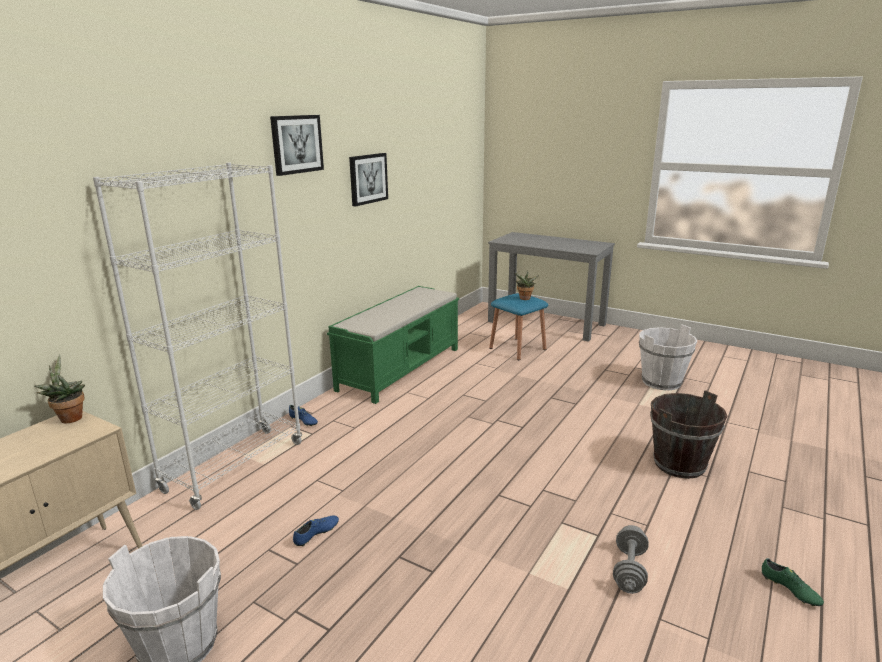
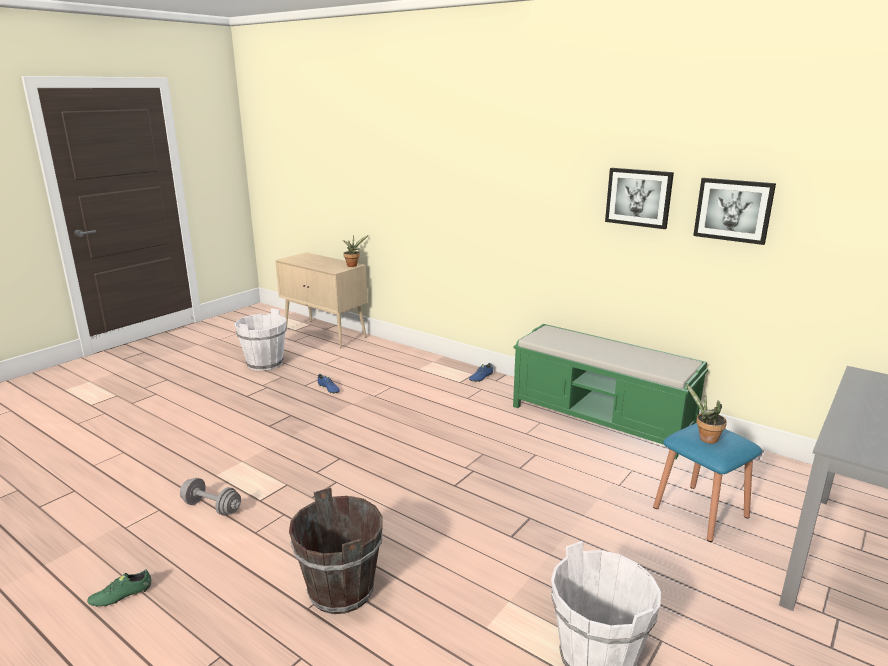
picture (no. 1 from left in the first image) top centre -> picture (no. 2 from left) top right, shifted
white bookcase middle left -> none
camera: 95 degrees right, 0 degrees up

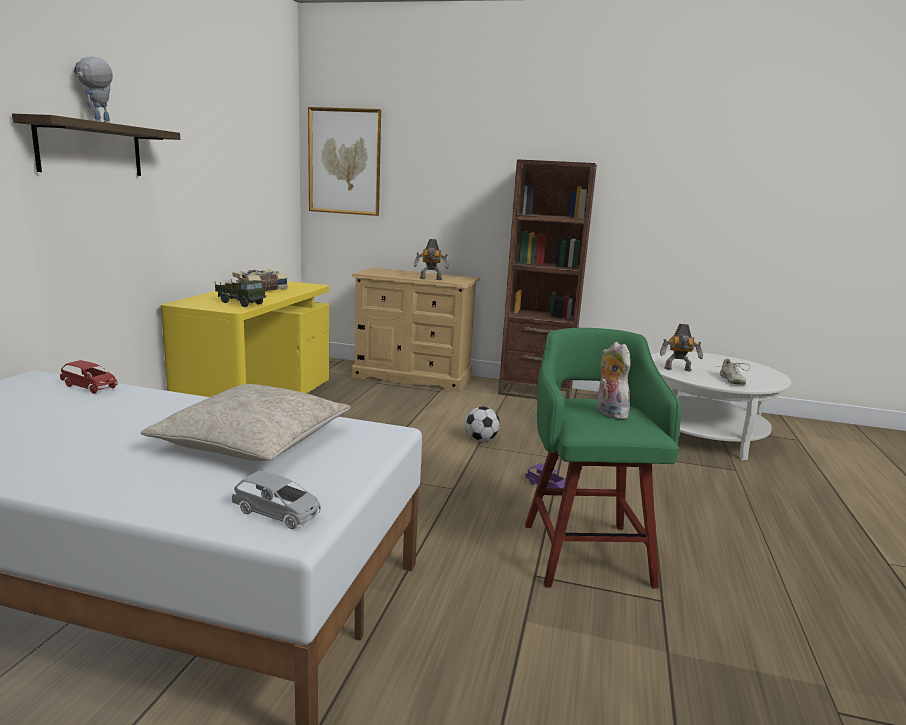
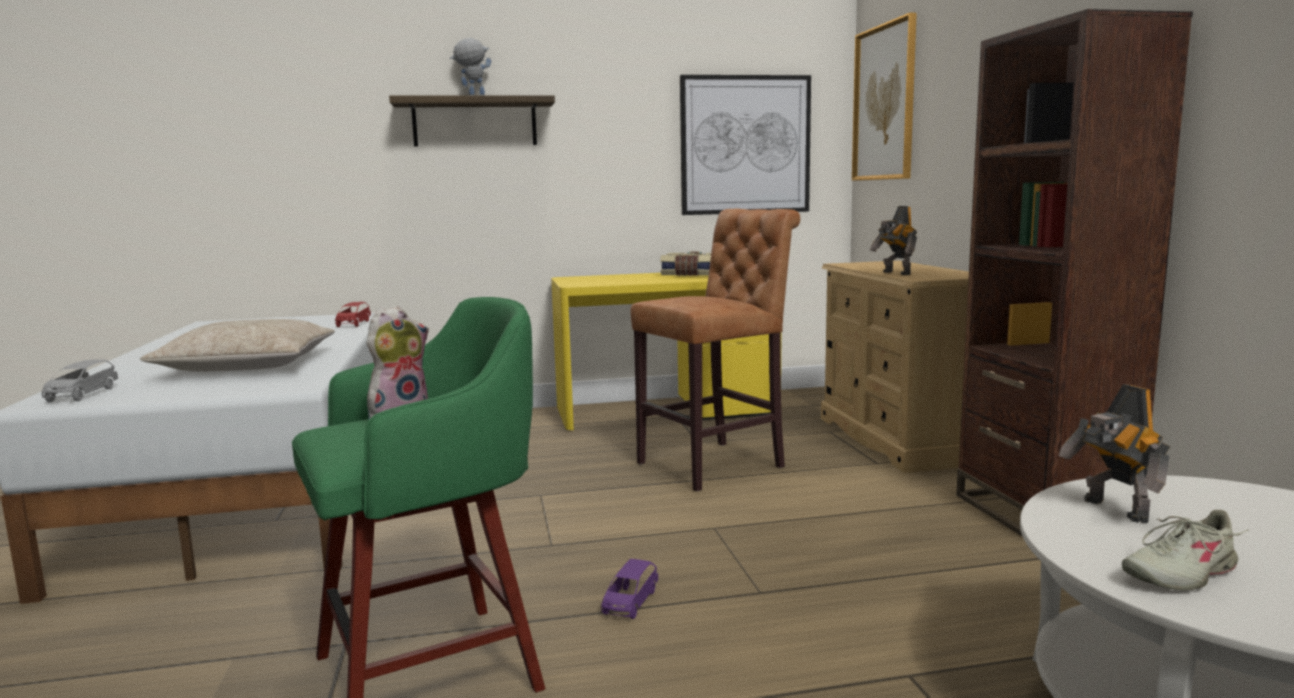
toy truck middle left -> none
football centre -> none
none -> picture (no. 1 from left) top centre
none -> brown stool centre
camera: 65 degrees right, 5 degrees down

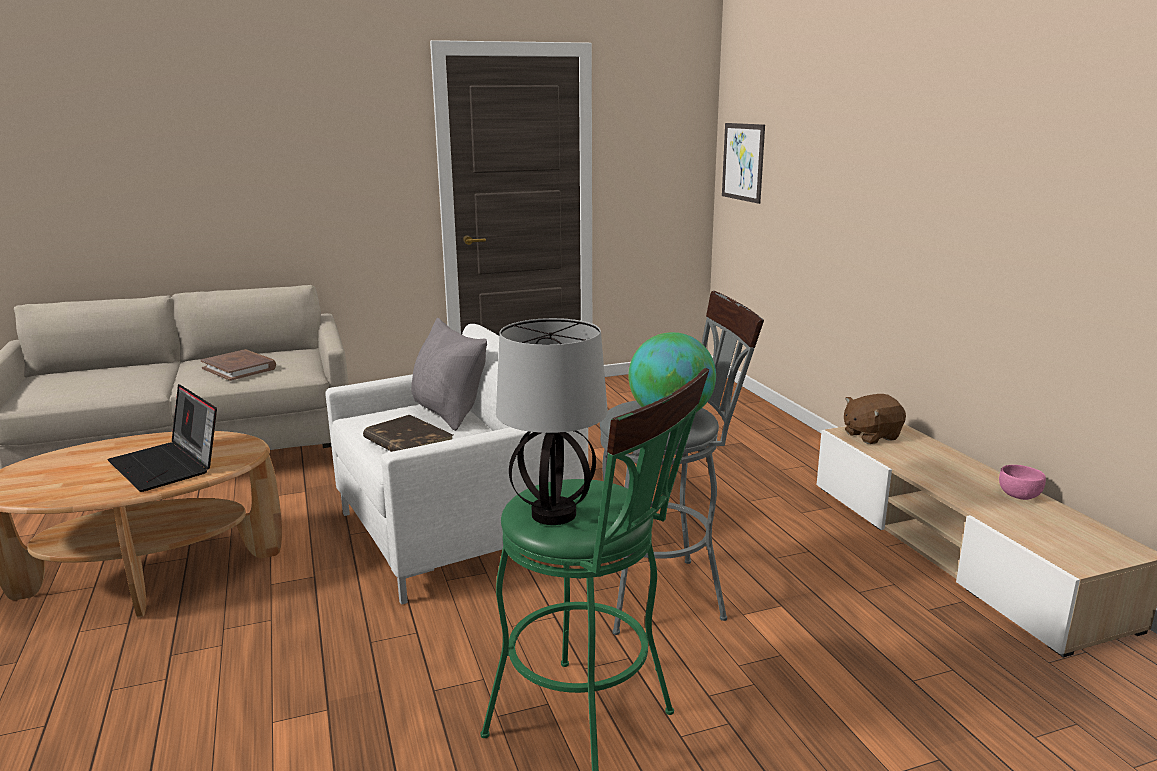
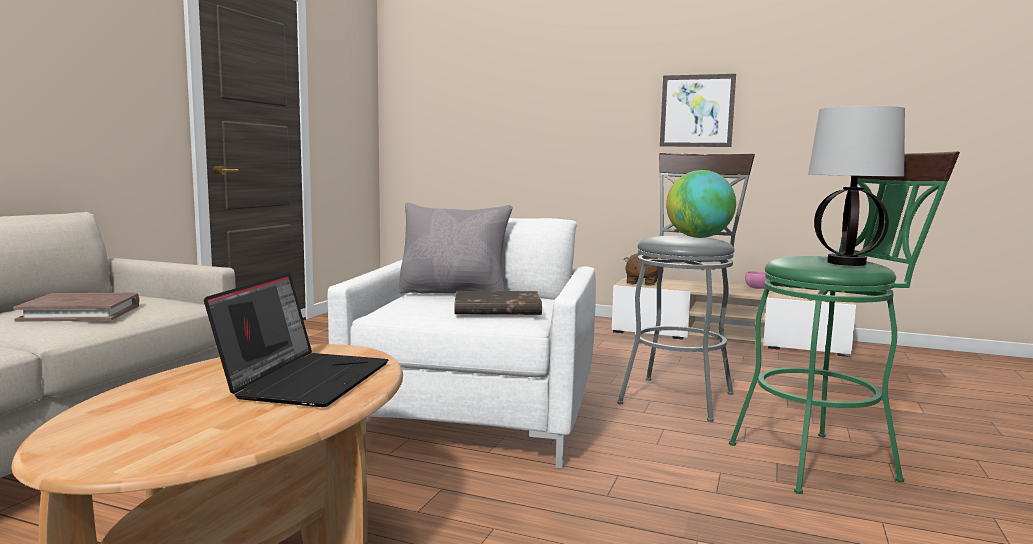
picture top centre -> picture top right, shifted
laptop middle left, 75 degrees counterclockwise
camera: 50 degrees left, 10 degrees down

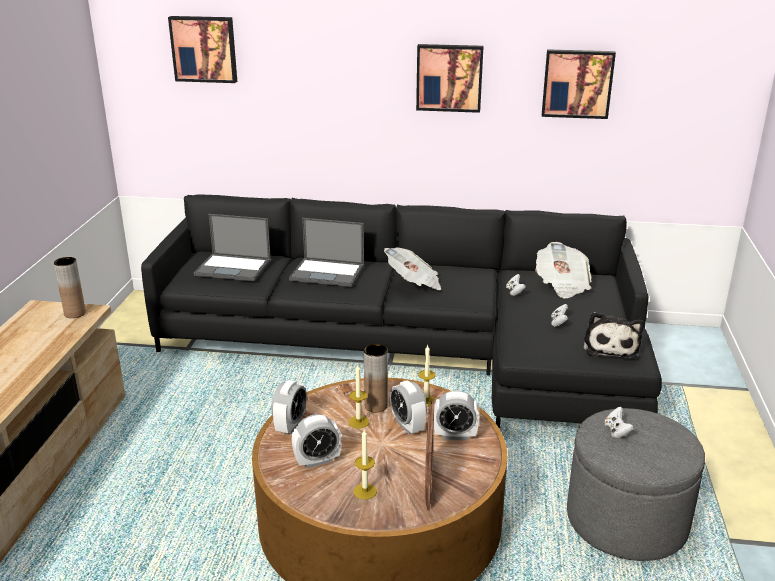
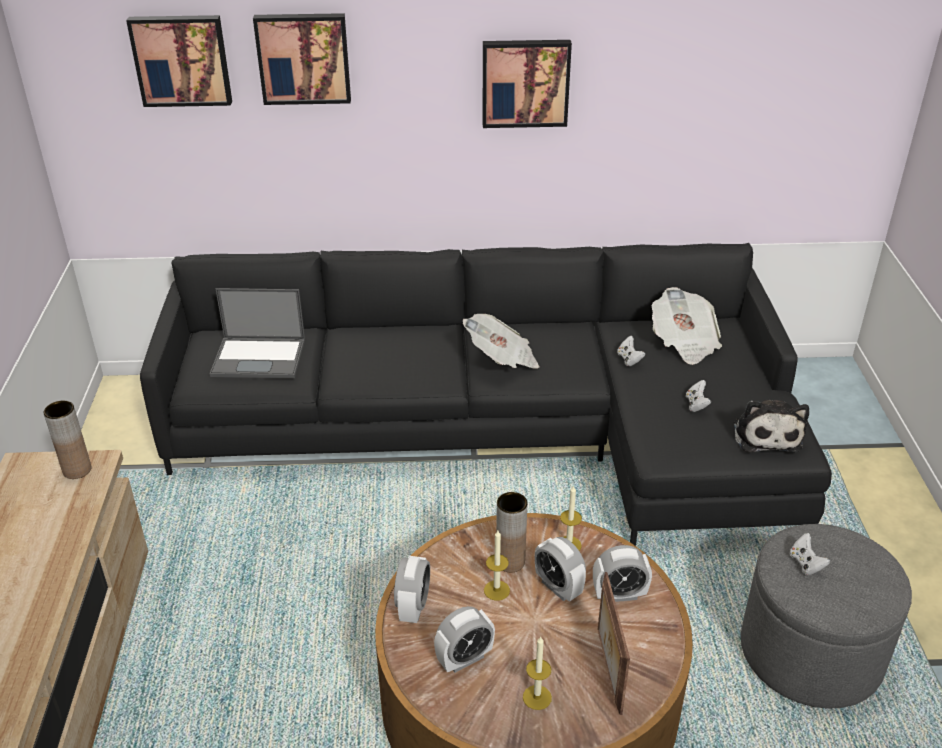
picture (no. 3 from left in the first image) top right -> picture (no. 2 from left) top left, shifted
laptop (no. 2 from left) centre -> none
camera: 10 degrees left, 10 degrees up

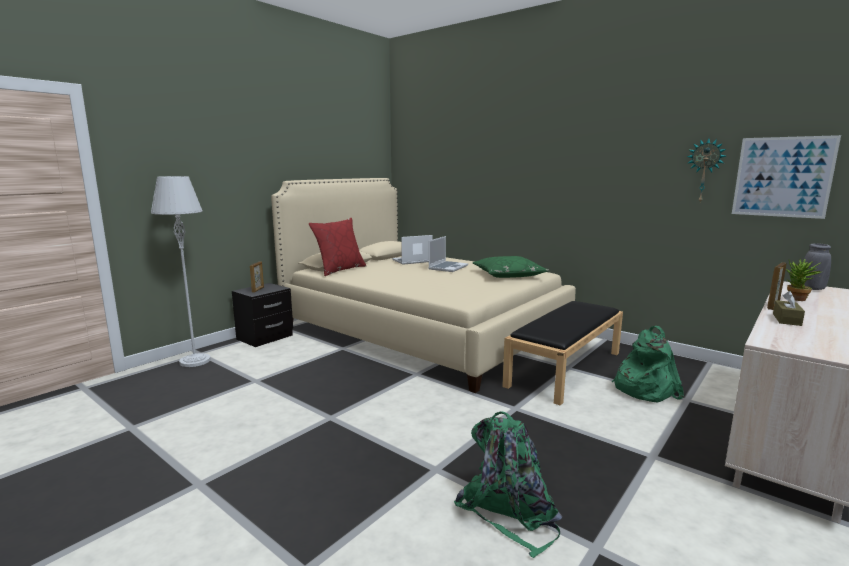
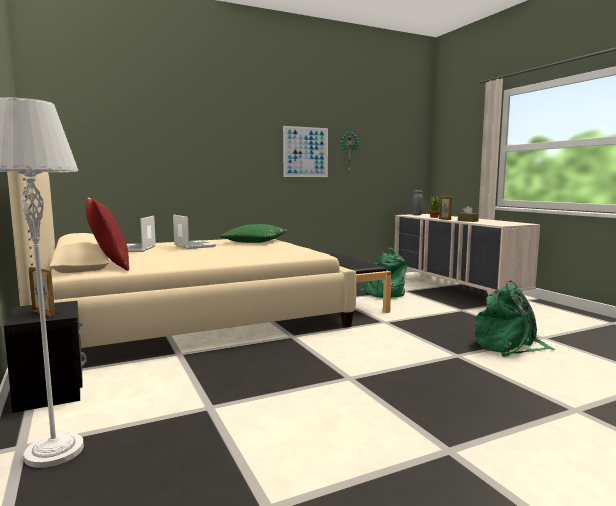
picture top right -> picture top centre, shifted
camera: 65 degrees left, 5 degrees down

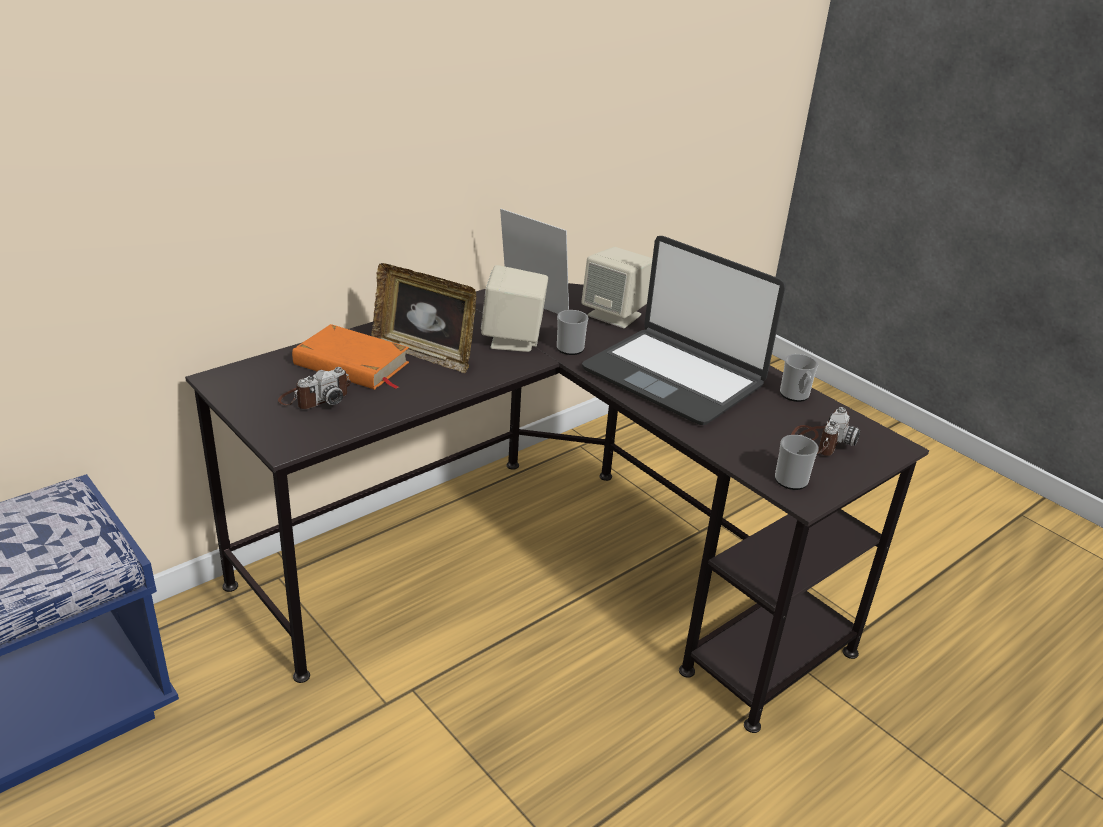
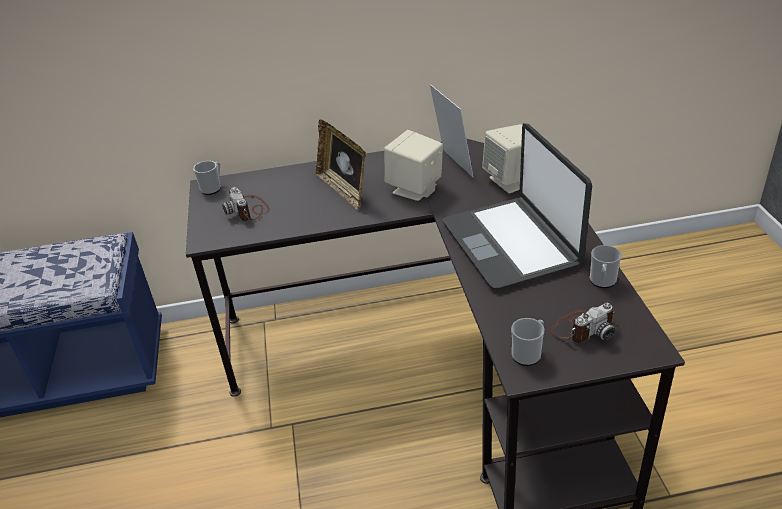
mug (no. 1 from left) centre -> mug (no. 1 from left) middle left, shifted
orange book middle left -> none
photo camera (no. 1 from left) middle left, 75 degrees clockwise
camera: 35 degrees right, 5 degrees up

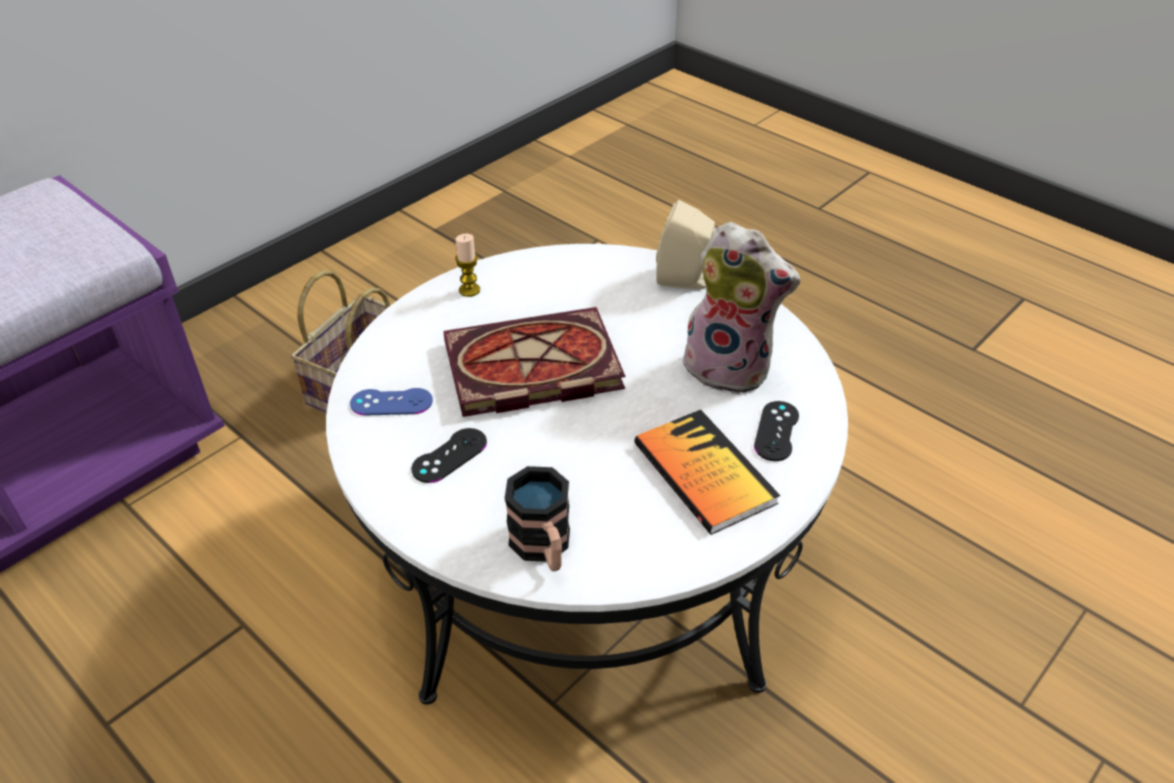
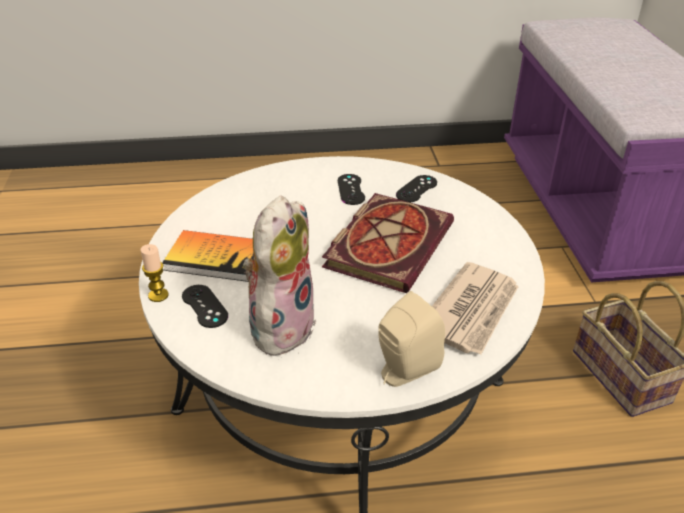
plush toy centre, 135 degrees clockwise
candle centre -> candle middle left, shifted
blue game controller middle left -> black game controller (no. 3 from left) centre
mug centre -> none
none -> newspaper middle right
camera: 130 degrees right, 5 degrees down

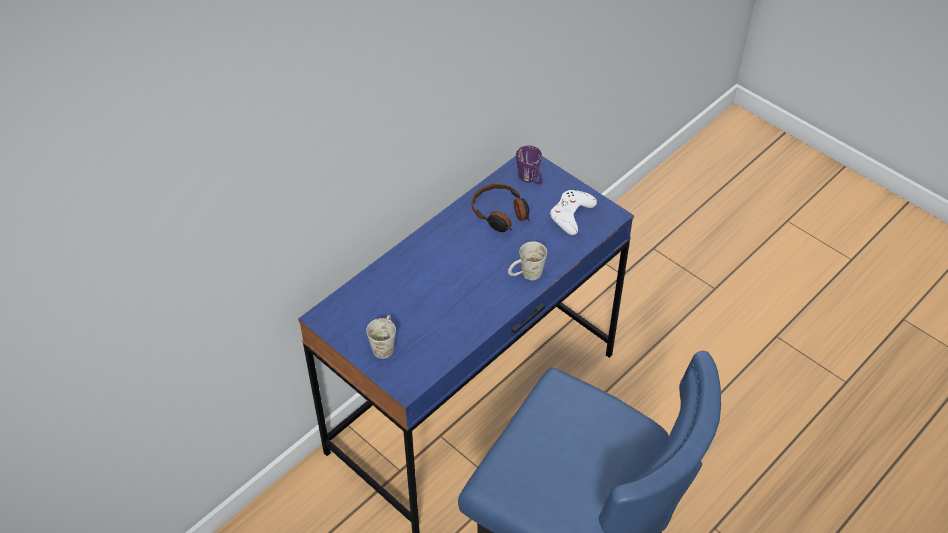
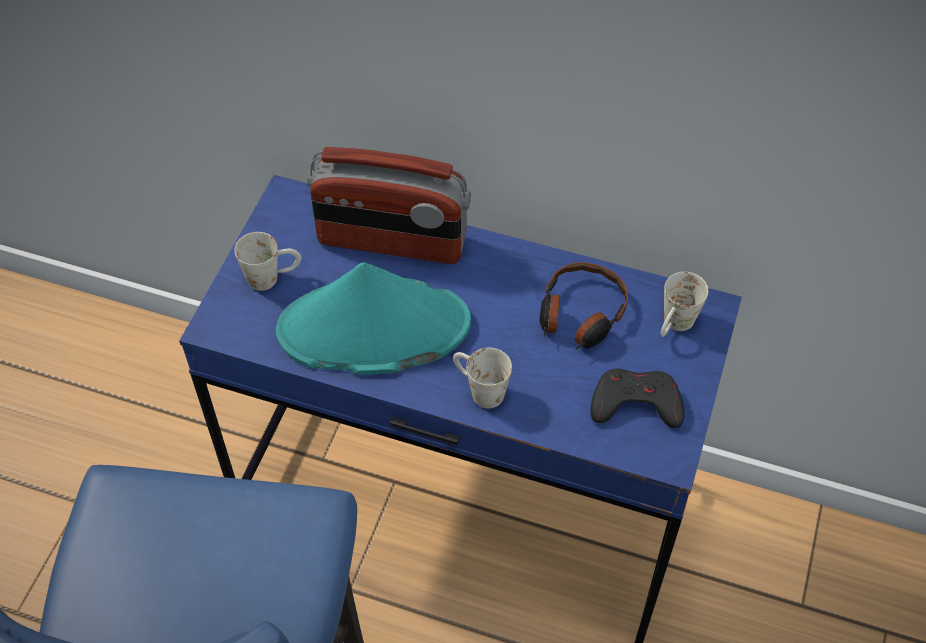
purple mug top centre -> white mug (no. 3 from left) middle right
white game controller centre -> black game controller middle right
none -> radio top centre
none -> turquoise hat centre
camera: 65 degrees right, 5 degrees up

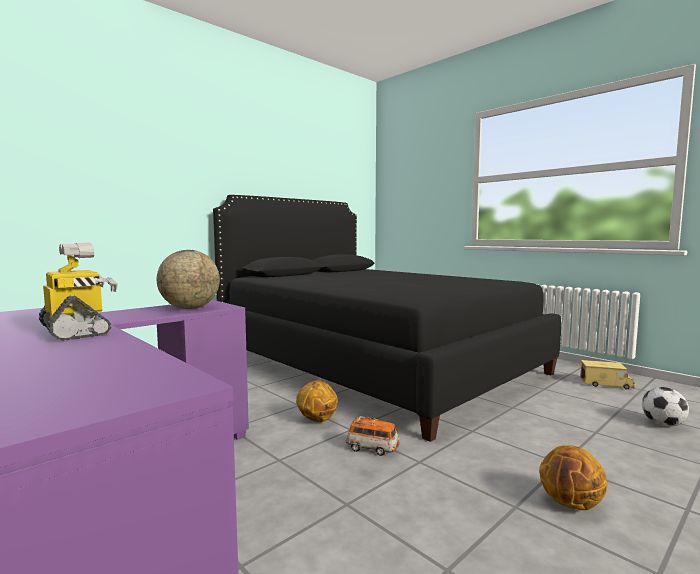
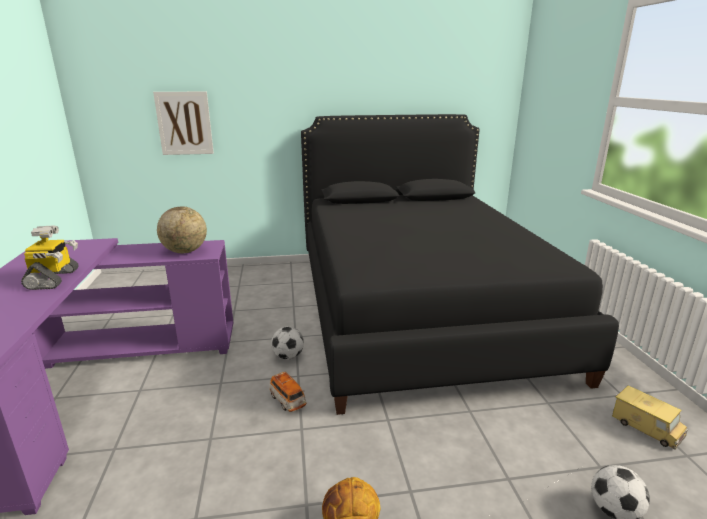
basketball (no. 1 from left) bottom centre -> football (no. 1 from left) centre
none -> picture top left
camera: 35 degrees right, 15 degrees up

